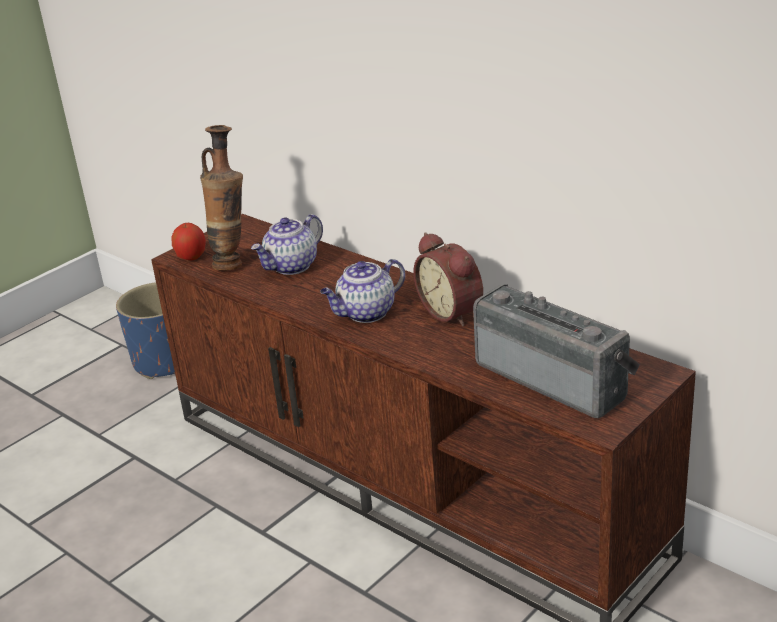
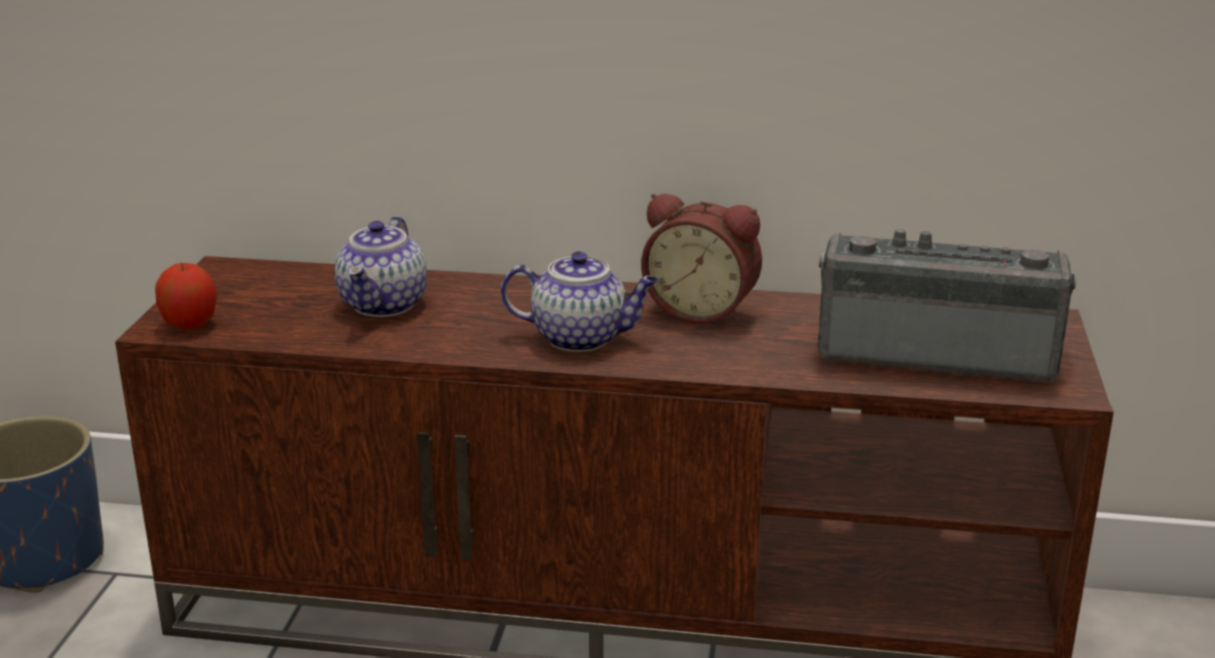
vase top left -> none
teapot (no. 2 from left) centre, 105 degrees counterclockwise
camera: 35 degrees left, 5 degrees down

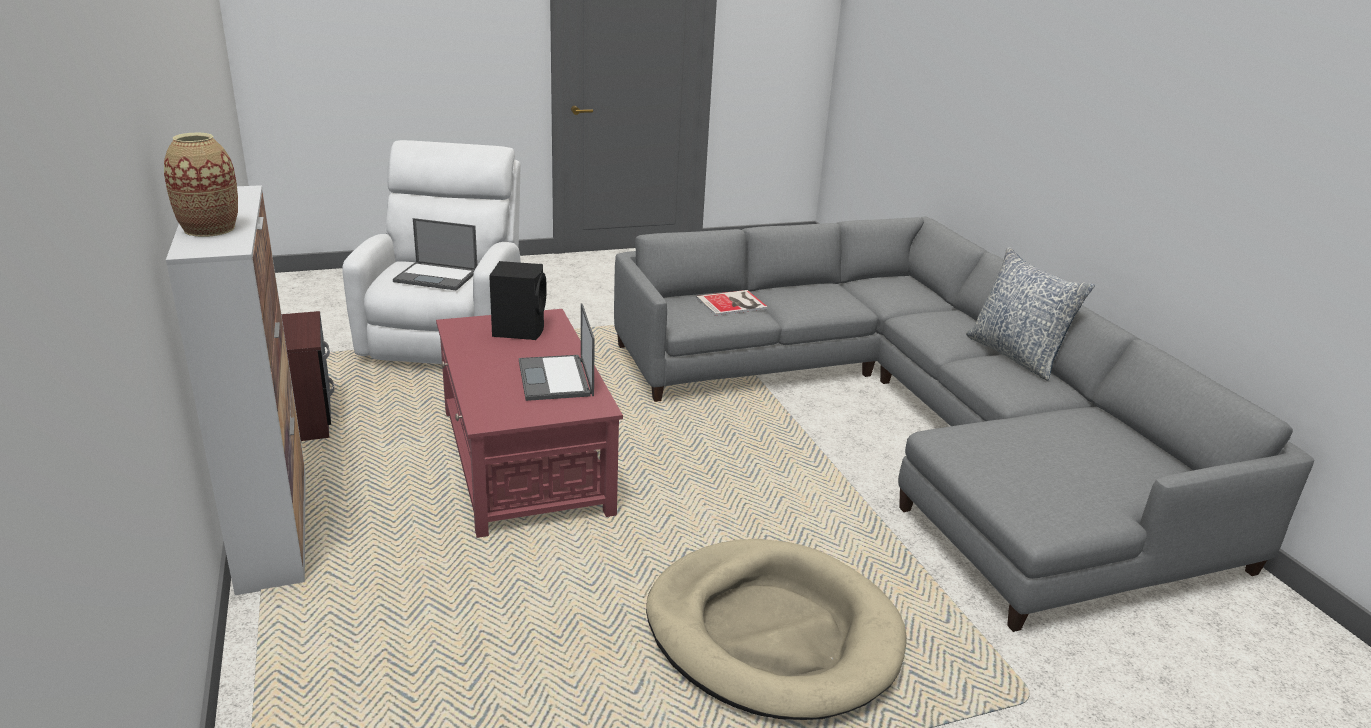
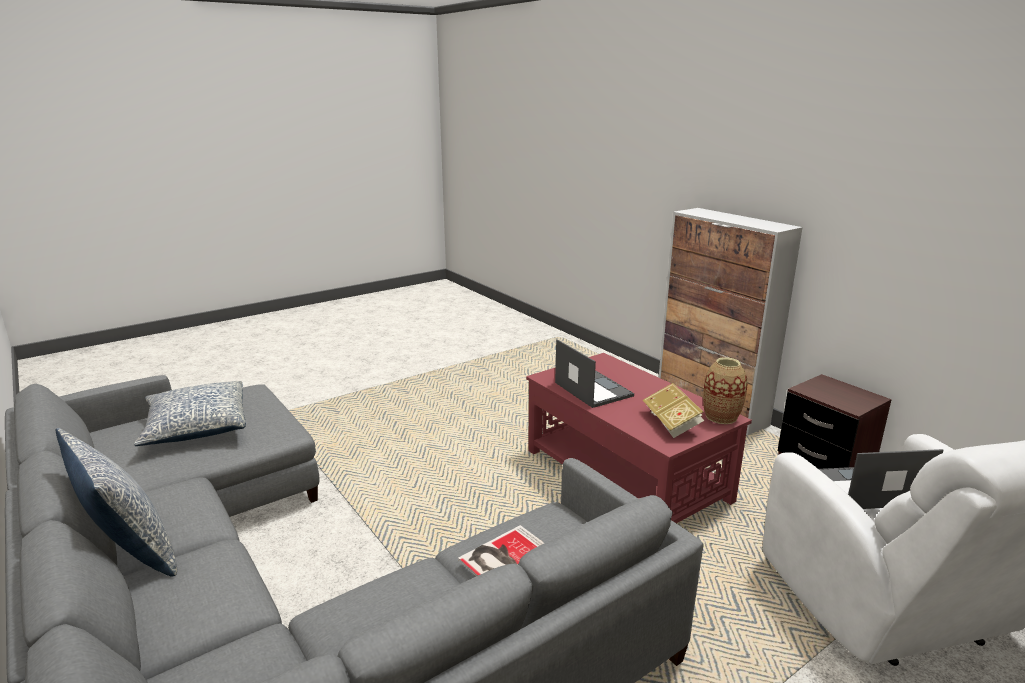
vase top left -> vase middle right, shifted
black speaker centre -> book (no. 2 from left) centre
beige dog bed bottom centre -> none
none -> pillow (no. 2 from left) middle left
camera: 165 degrees right, 5 degrees down

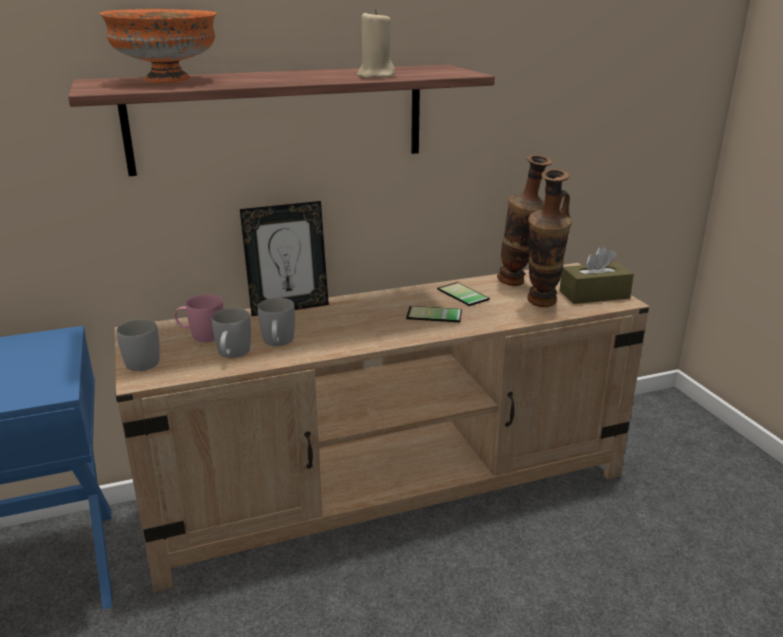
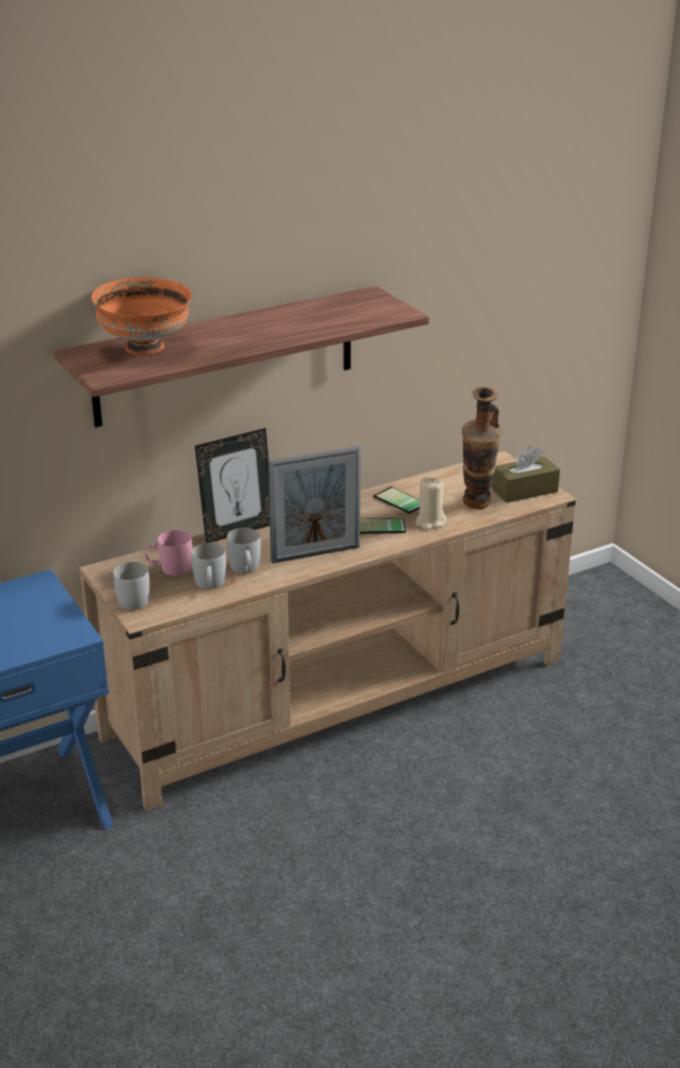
beige candle top centre -> beige candle centre, shifted
vase (no. 1 from left) middle right -> none
none -> picture frame (no. 2 from left) centre
camera: 10 degrees left, 5 degrees up

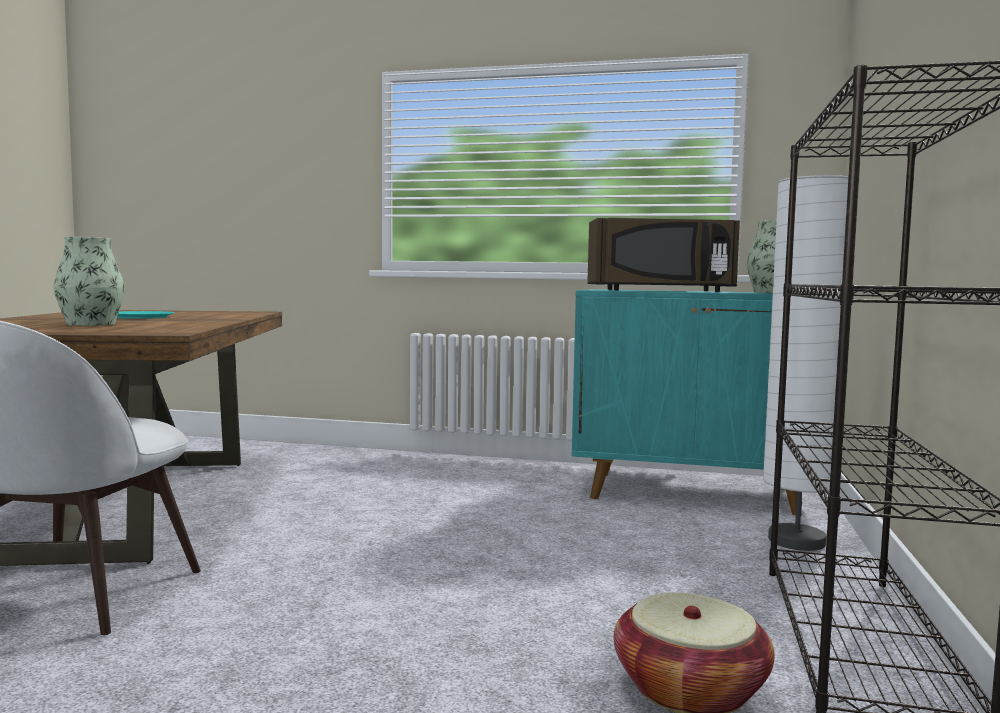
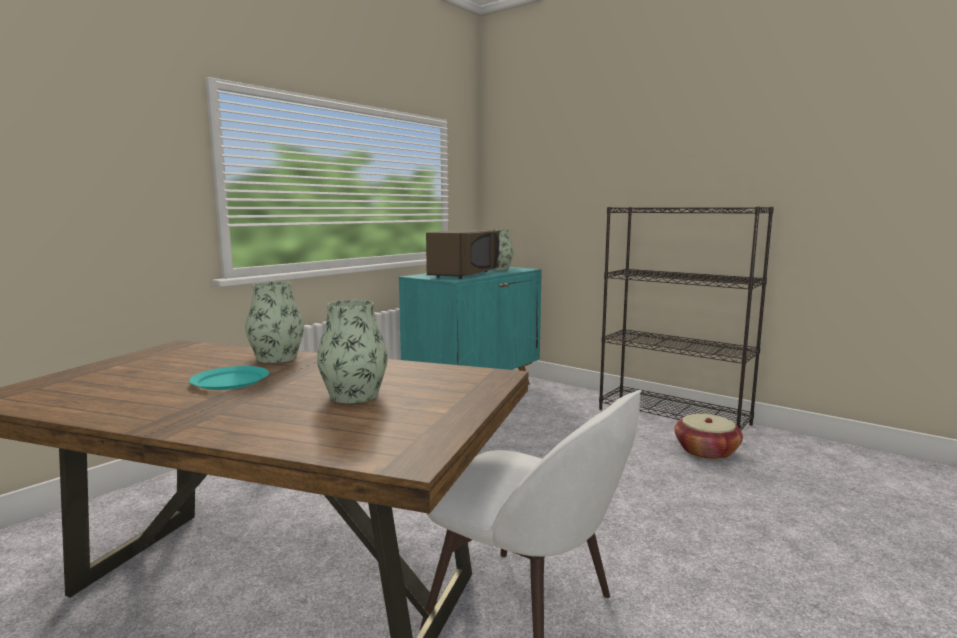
white floor lamp middle right -> none
none -> vase (no. 1 from left) middle left
camera: 65 degrees left, 5 degrees up

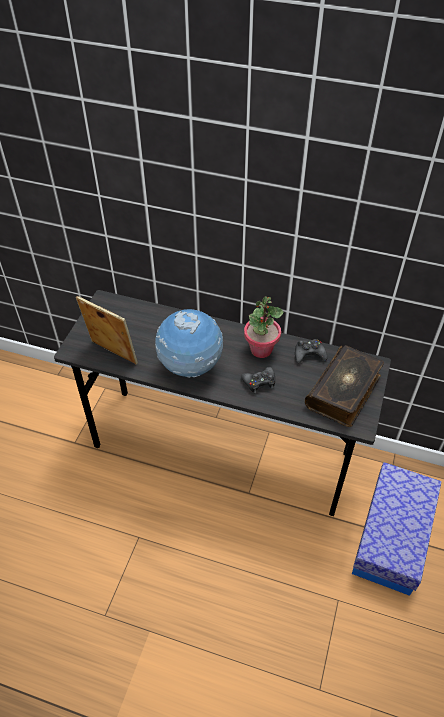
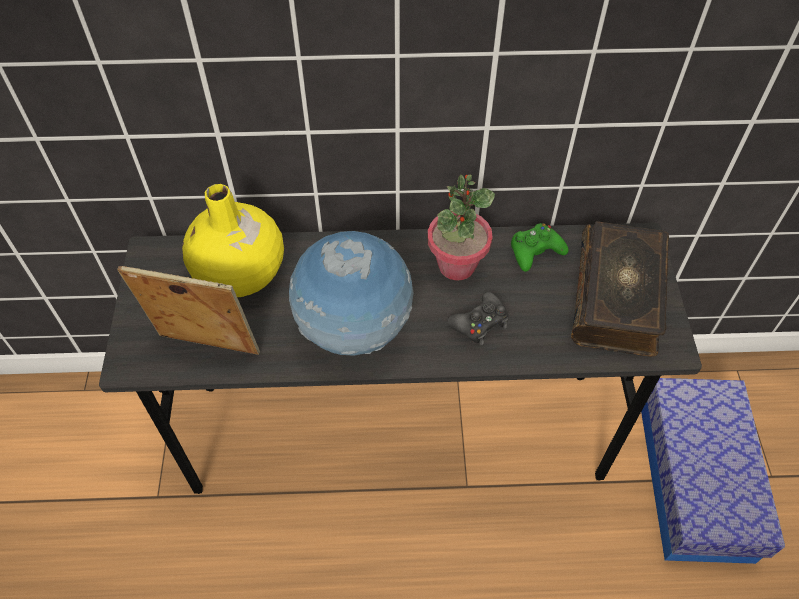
black game controller (no. 2 from left) middle right -> green game controller middle right
none -> yellow vase middle left
camera: 20 degrees left, 5 degrees up

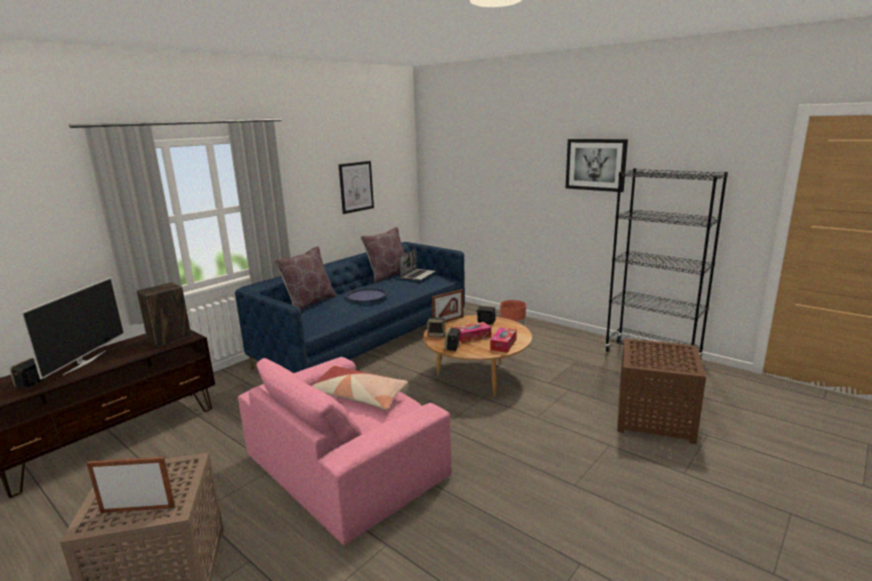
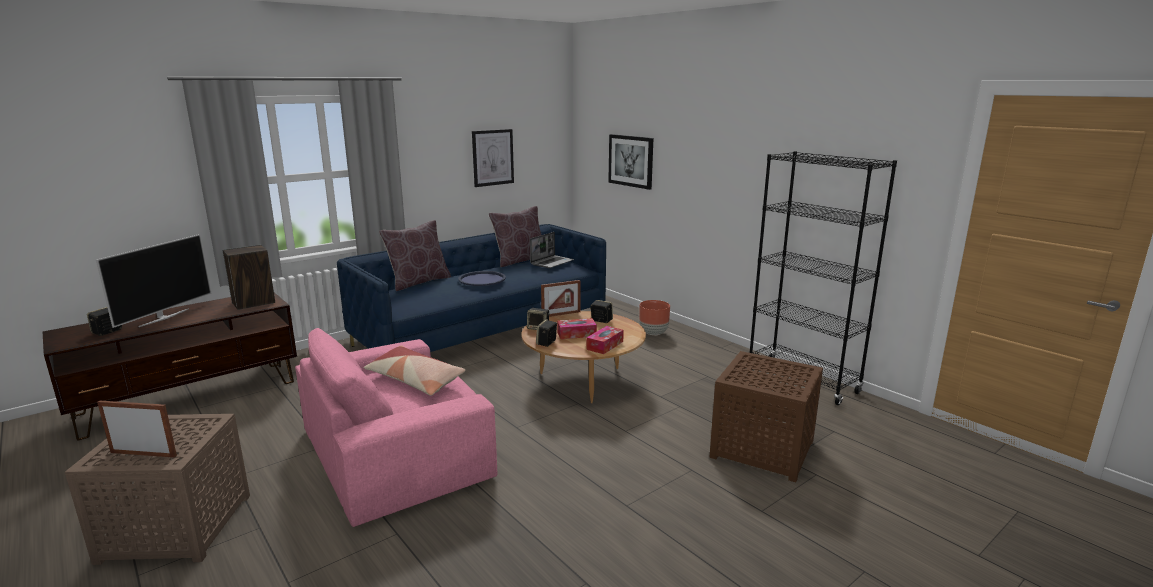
picture (no. 2 from left) top right -> picture (no. 2 from left) top centre, shifted
camera: 10 degrees right, 0 degrees up

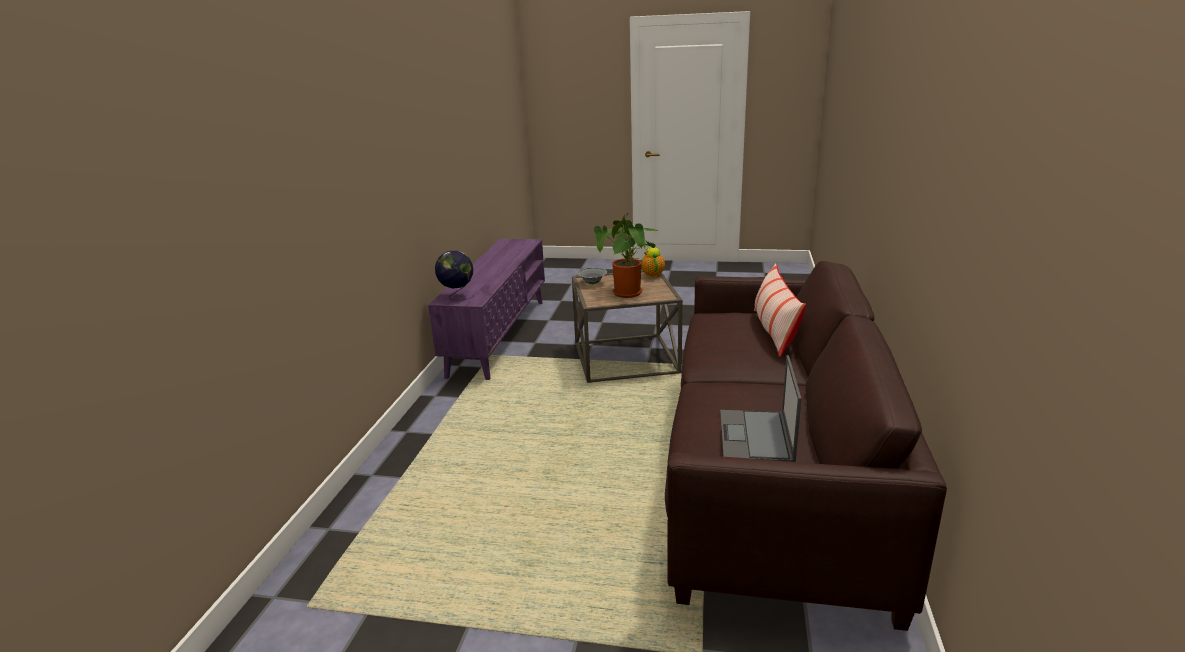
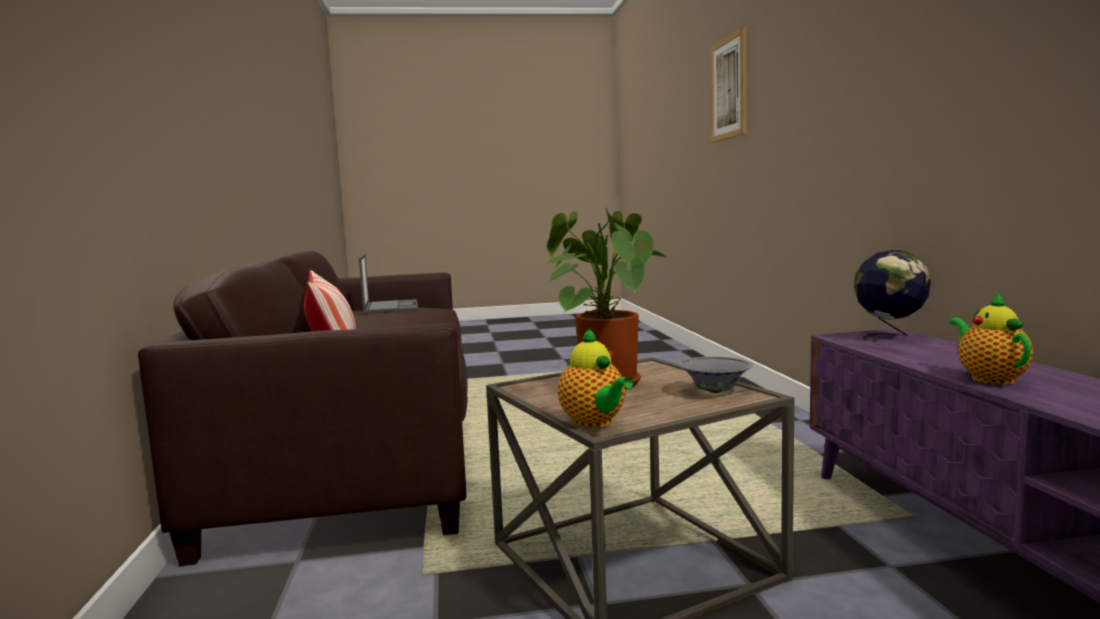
none -> picture top centre
none -> teapot (no. 2 from left) middle right
camera: 160 degrees right, 15 degrees down

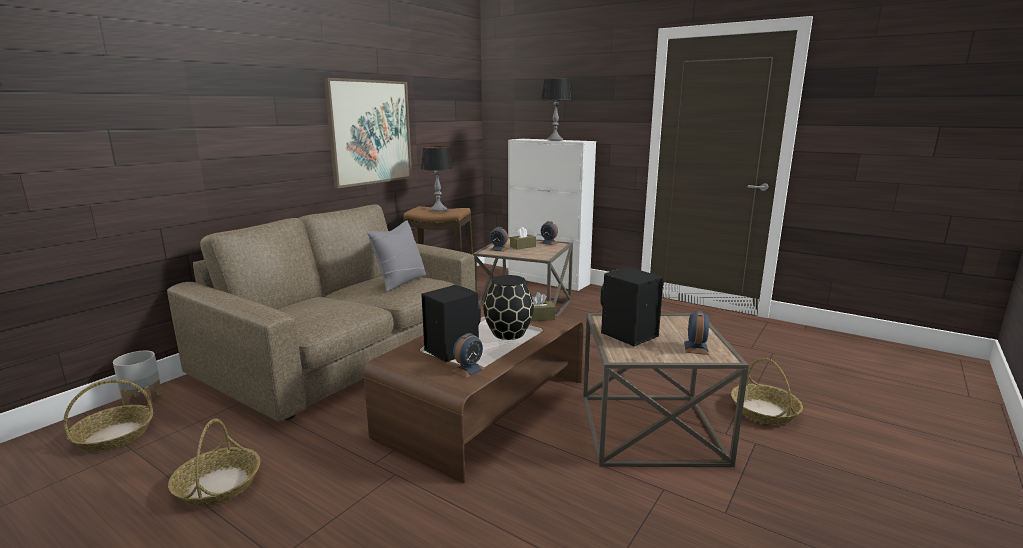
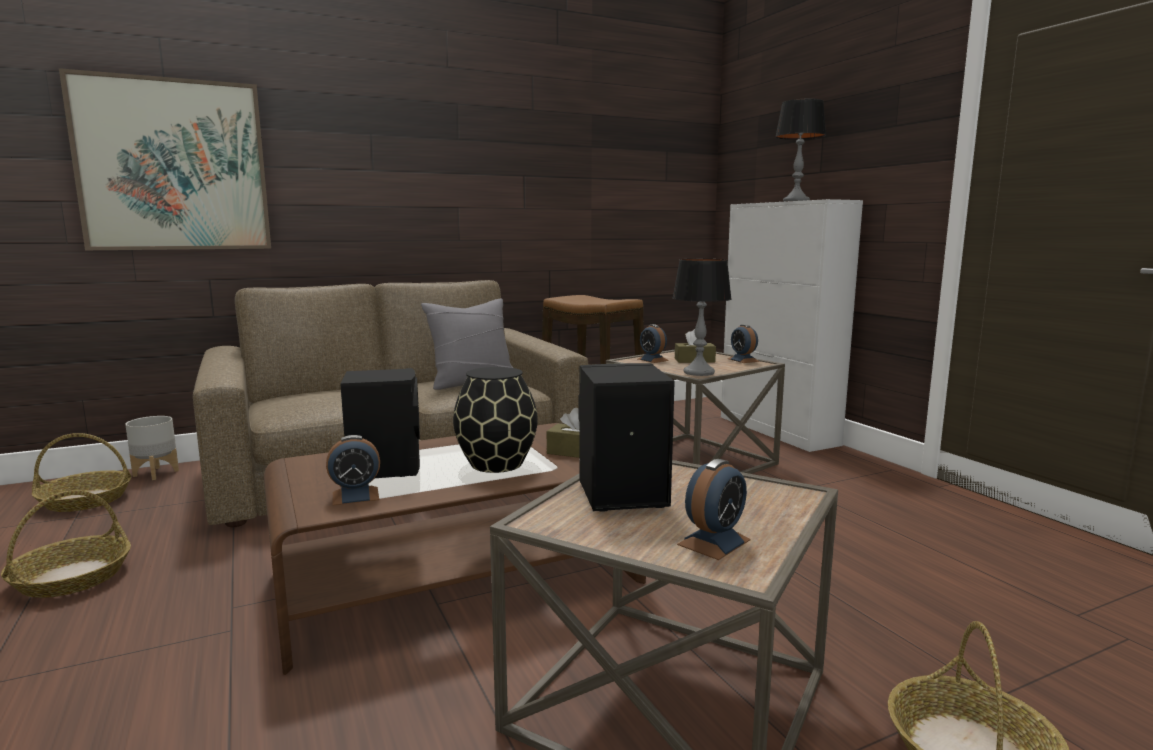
picture top centre -> picture top left, shifted
table lamp (no. 1 from left) top centre -> table lamp (no. 1 from left) centre, shifted
camera: 30 degrees right, 5 degrees down

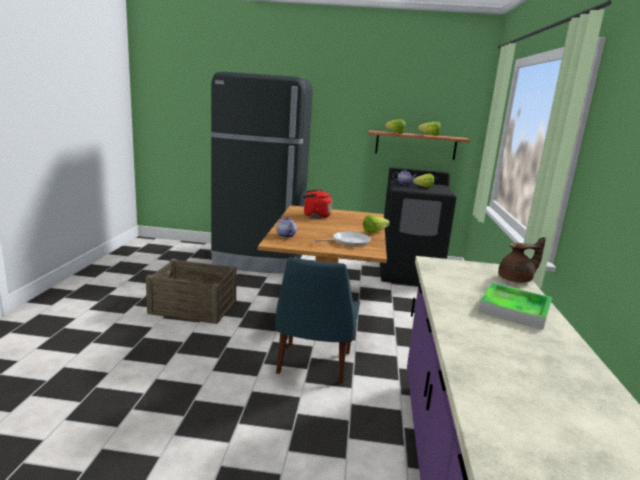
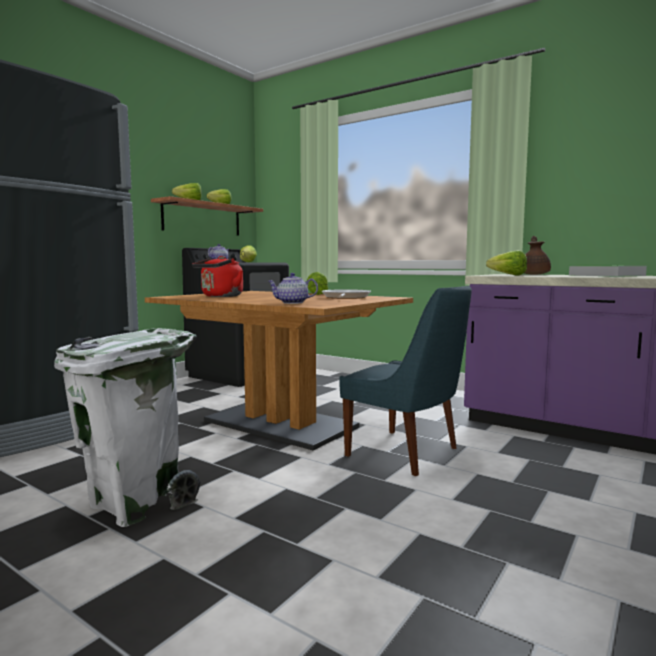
crate middle left -> white trash can middle left
none -> lettuce (no. 5 from left) middle right
camera: 60 degrees left, 10 degrees down

